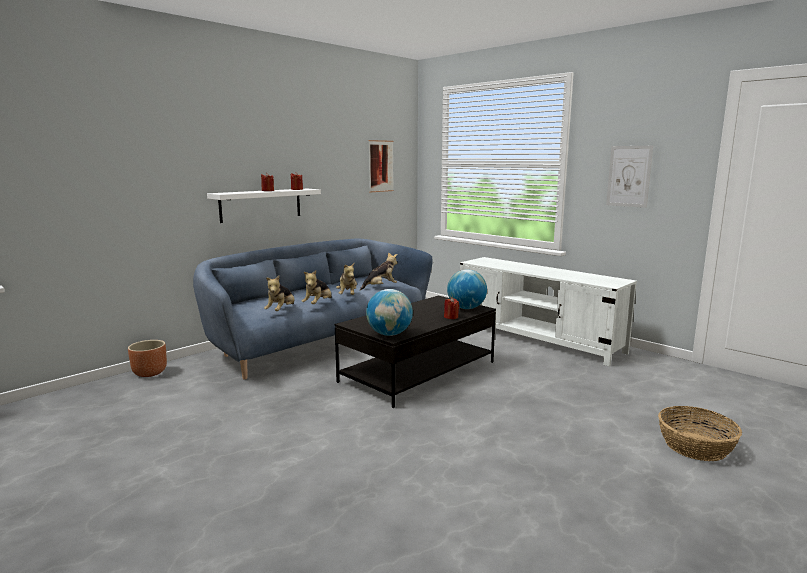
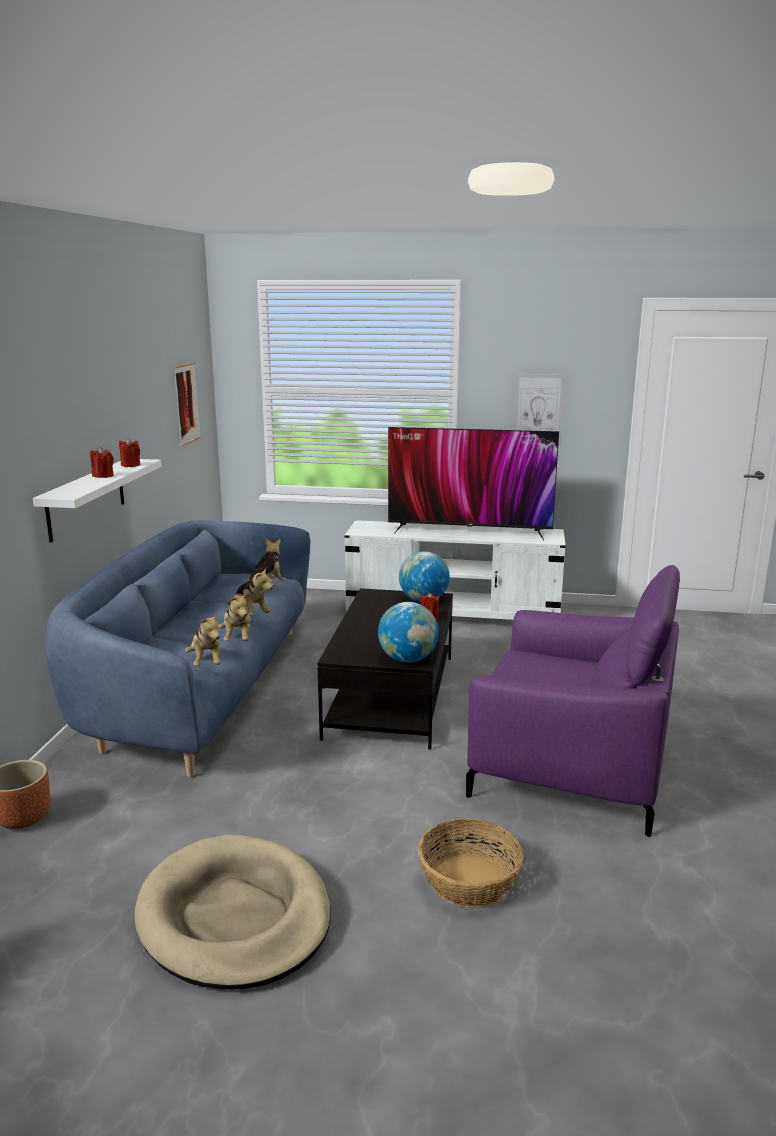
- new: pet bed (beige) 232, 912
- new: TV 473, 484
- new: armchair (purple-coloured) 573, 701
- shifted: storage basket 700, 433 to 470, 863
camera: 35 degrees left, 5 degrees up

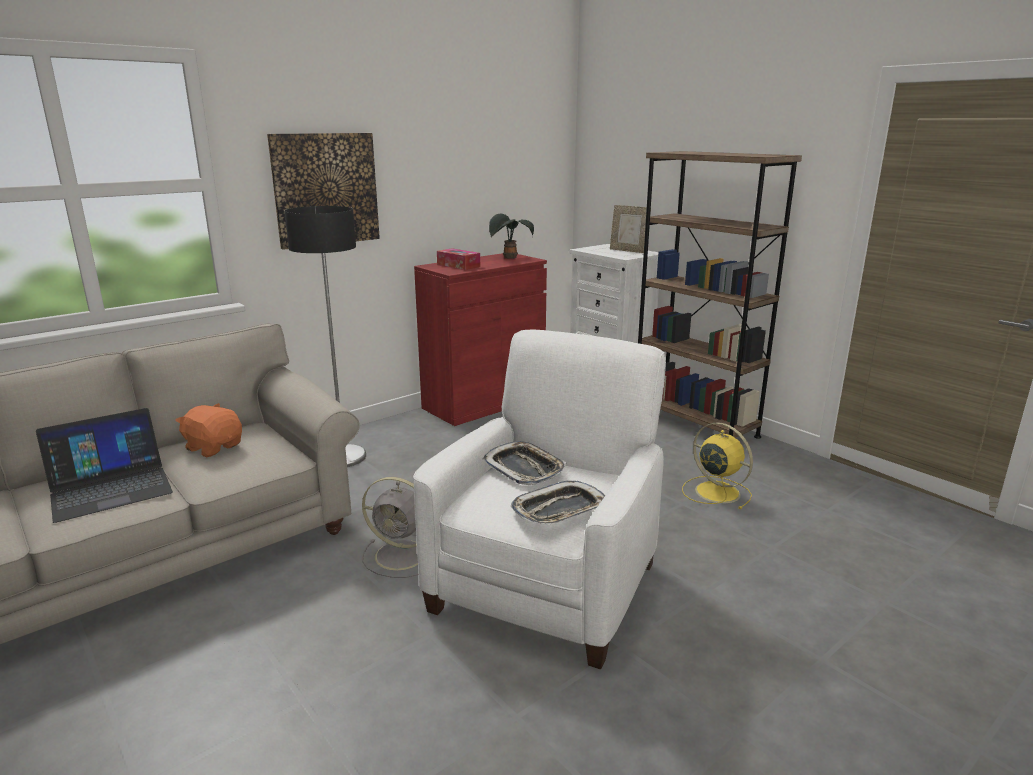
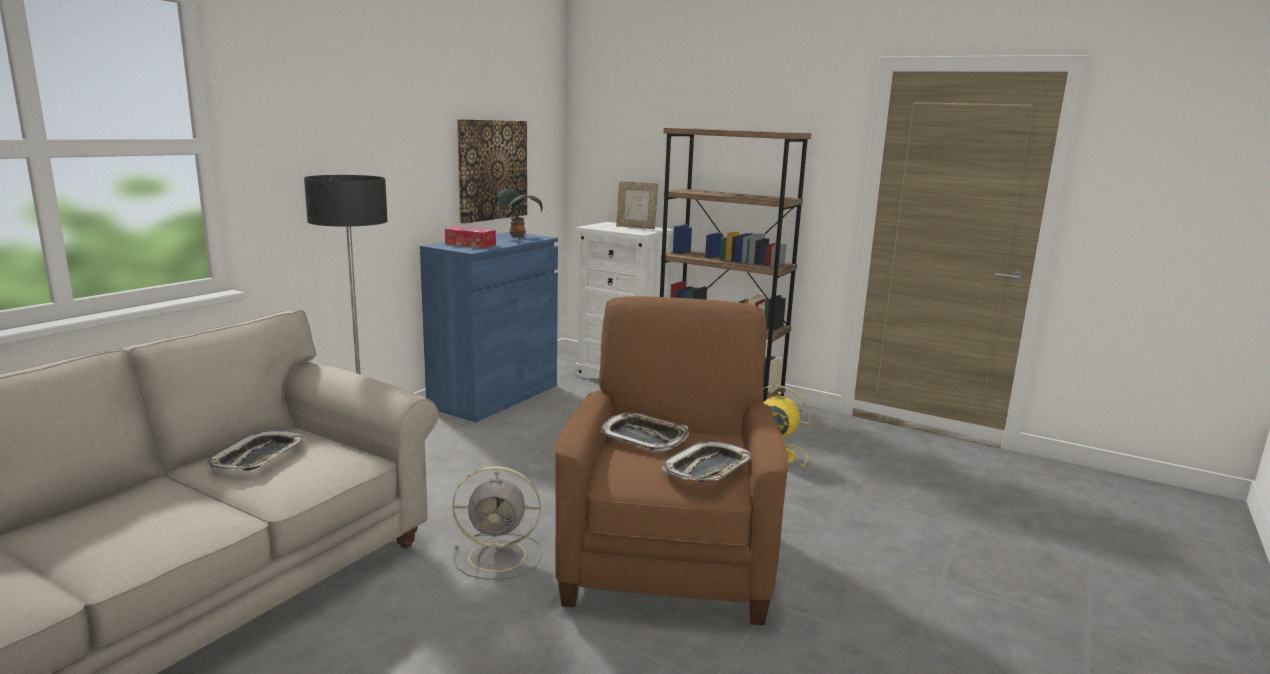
- gone: notebook computer 104, 465
- shifted: picture 323, 191 to 492, 171
- swapped: cuddly toy (orange) 208, 430 to carrying tray 256, 450
- repainted: armchair (whitish) 539, 499 to armchair (brownish) 671, 460
- repainted: cabinet (red-coloured) 480, 339 to cabinet (blue) 489, 327
camera: 20 degrees left, 5 degrees down

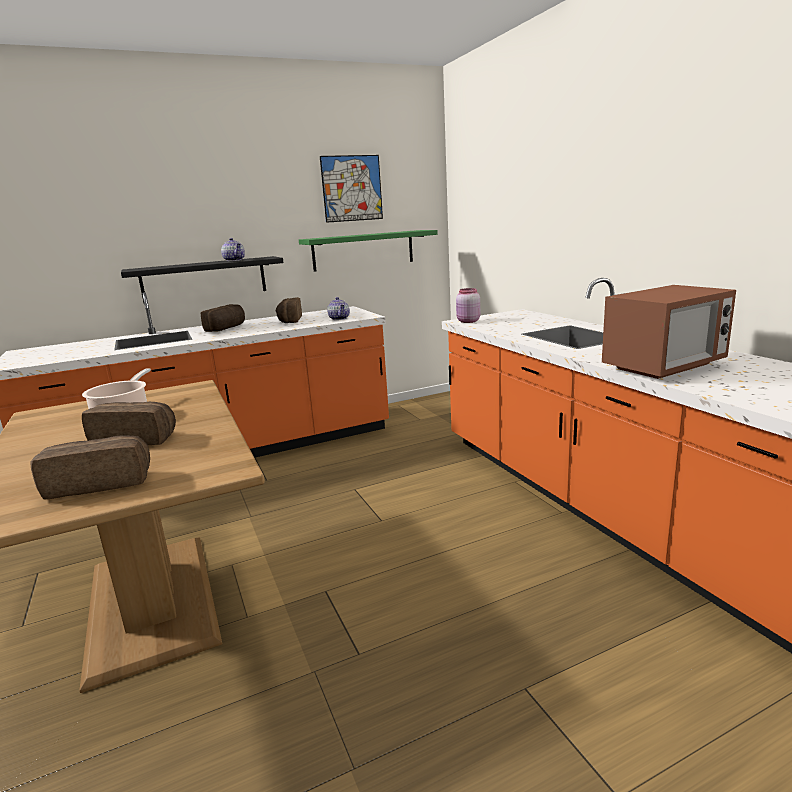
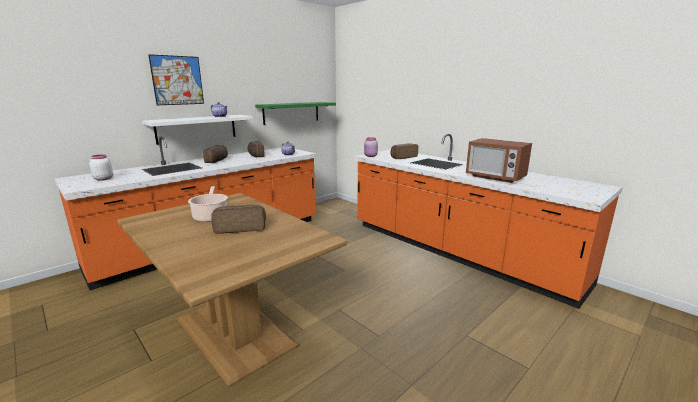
- new: jar (whitish) 101, 168
- shifted: baked bread 90, 467 to 404, 151
- shifted: picture 351, 189 to 176, 79
- repainted: shelf (black) 202, 279 to shelf (whitish) 197, 130
- rotated: microwave 669, 332 = 499, 160 90 degrees clockwise
camera: 20 degrees left, 0 degrees up

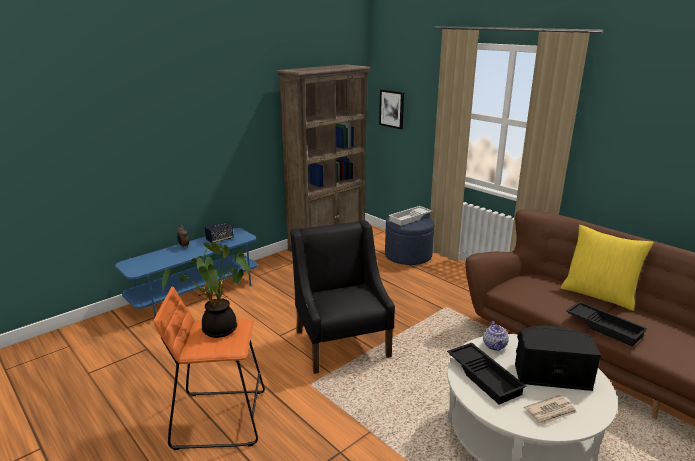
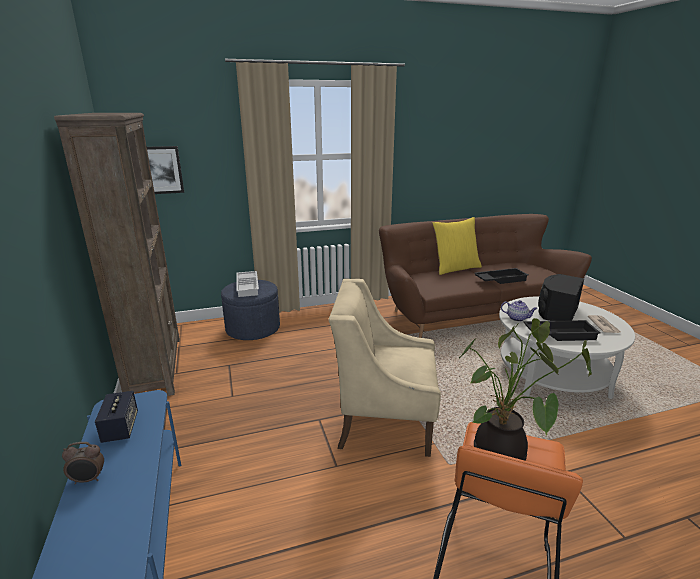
- repainted: armchair (black) 342, 297 to armchair (beige) 385, 368
camera: 65 degrees left, 0 degrees up

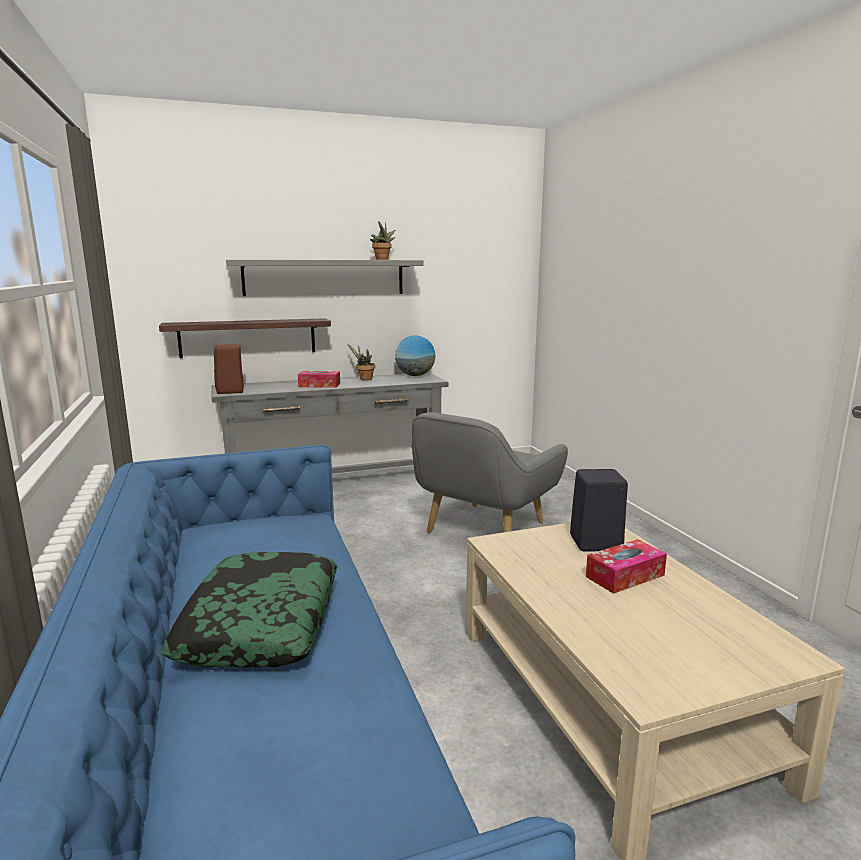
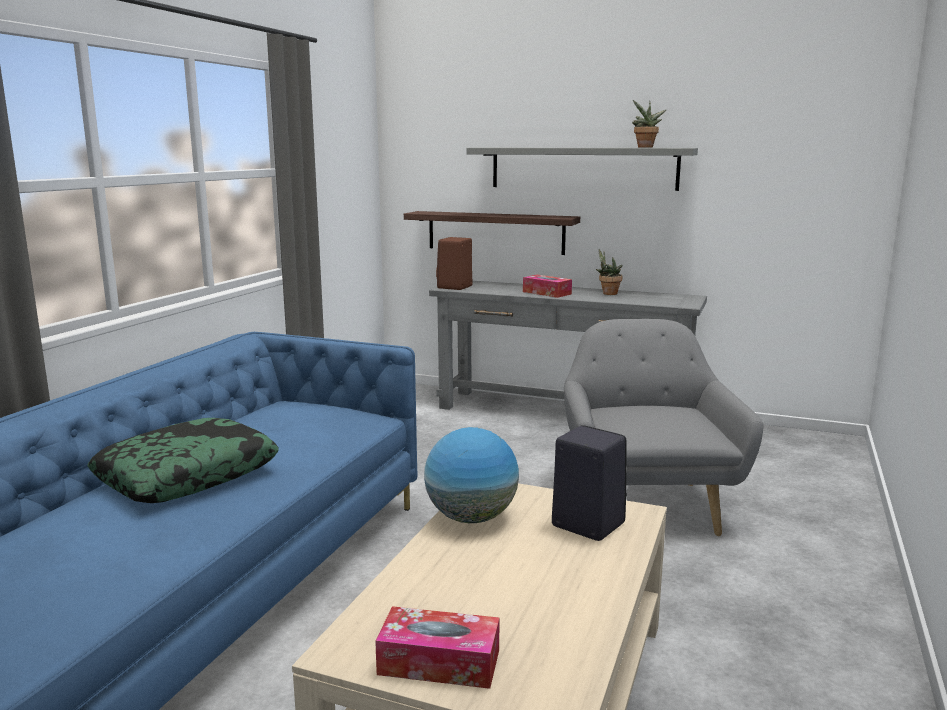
- shifted: globe 415, 355 to 471, 475
- shifted: tissue holder 626, 566 to 437, 647
- rotated: armchair (greyish) 489, 472 = 663, 427 105 degrees clockwise
camera: 40 degrees right, 0 degrees up

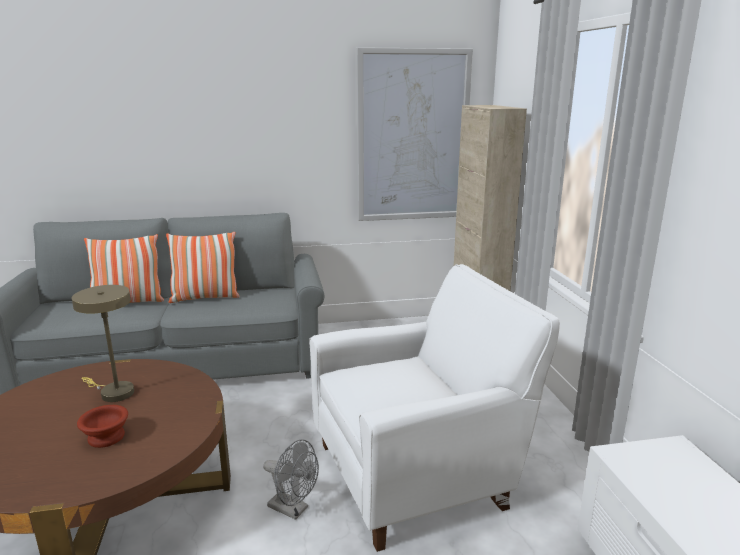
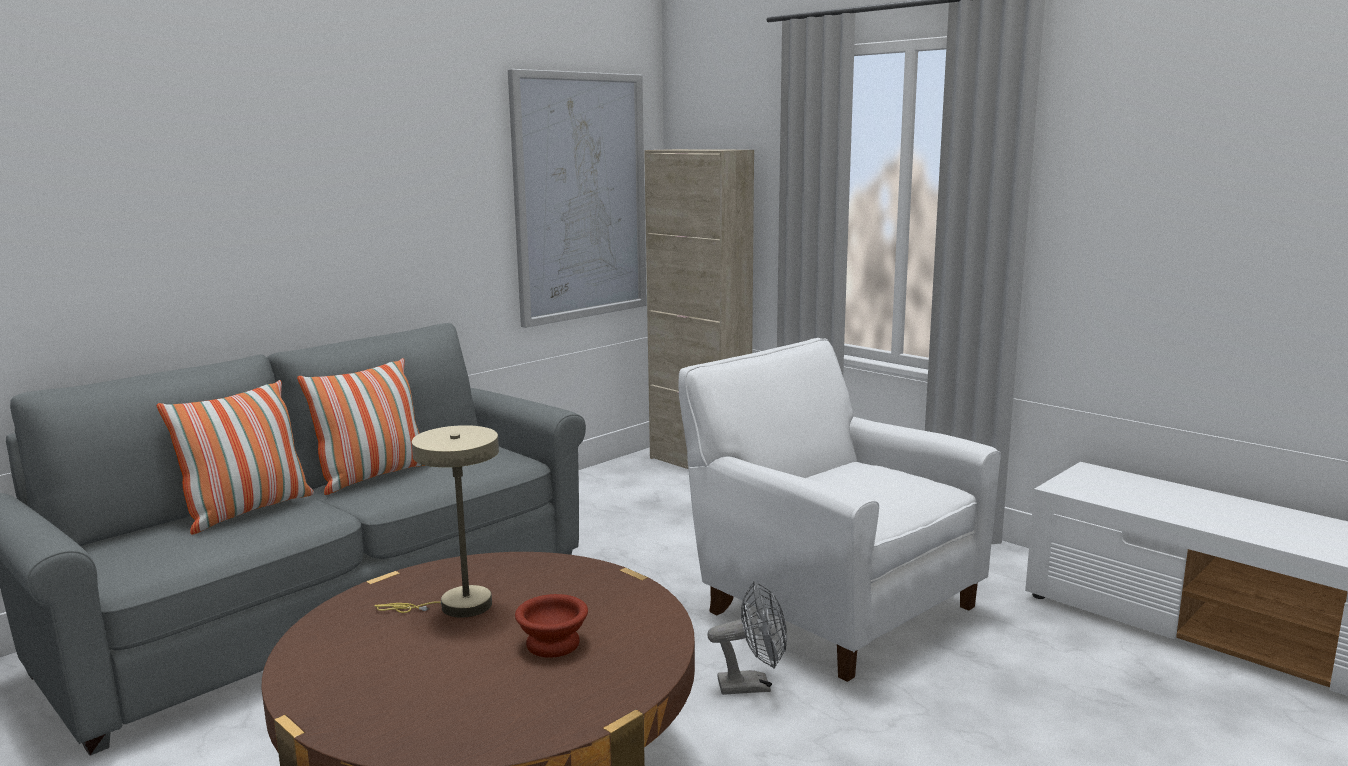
- rotated: armchair (whitish) 434, 408 = 839, 510 75 degrees counterclockwise
camera: 35 degrees left, 5 degrees down

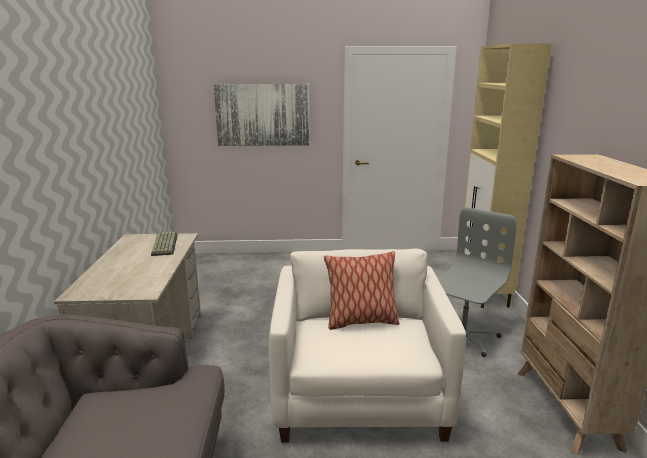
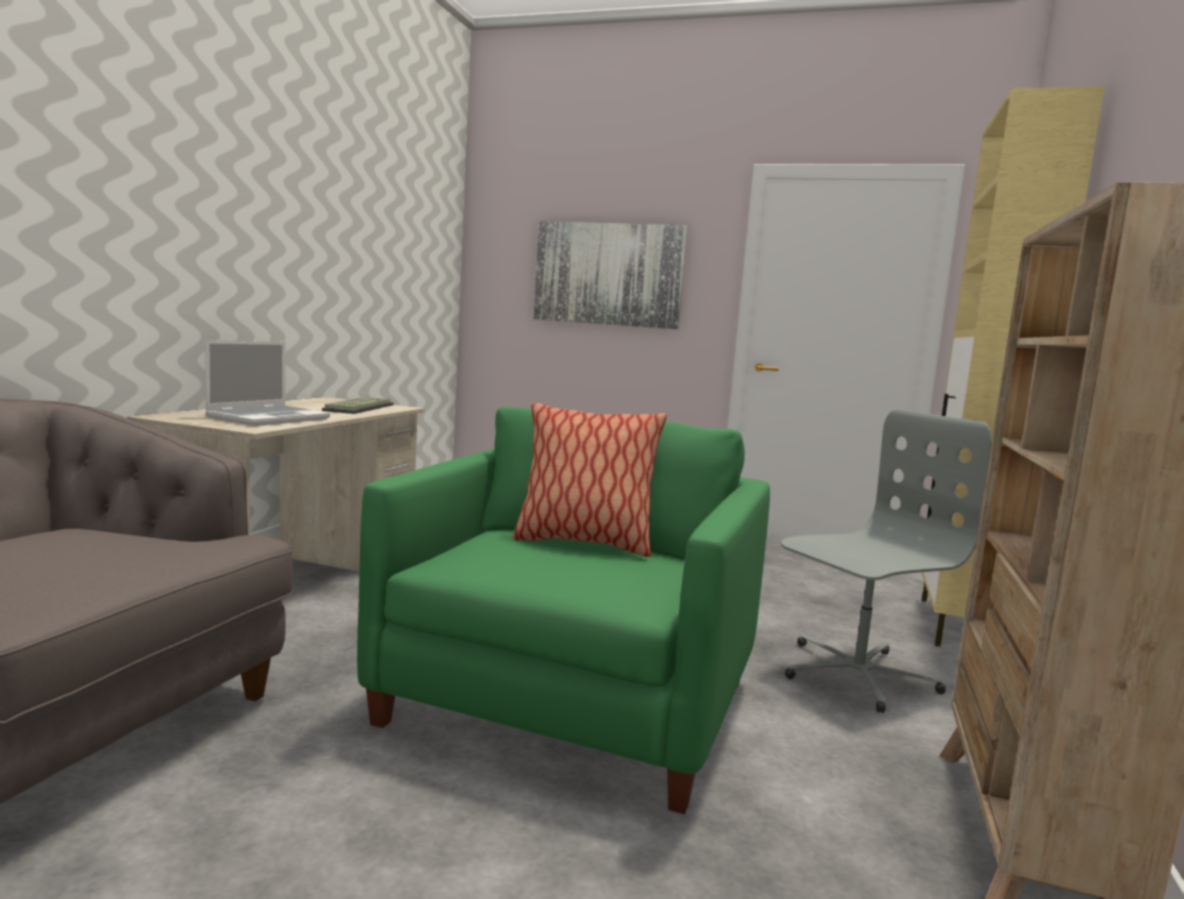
- new: notebook computer 267, 383
- repainted: armchair (whitish) 367, 345 to armchair (green-coloured) 563, 611
camera: 20 degrees right, 10 degrees down

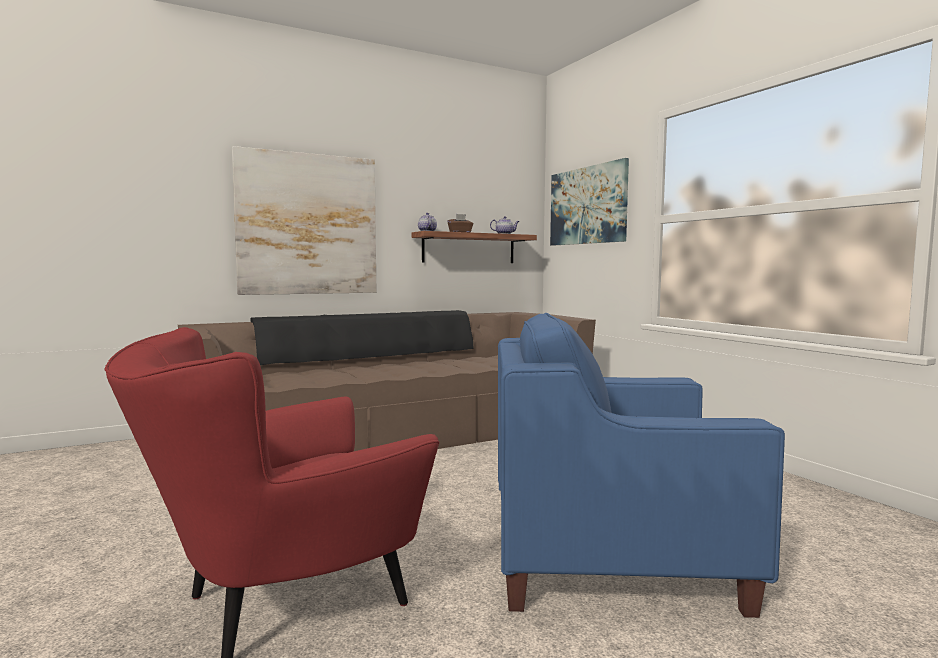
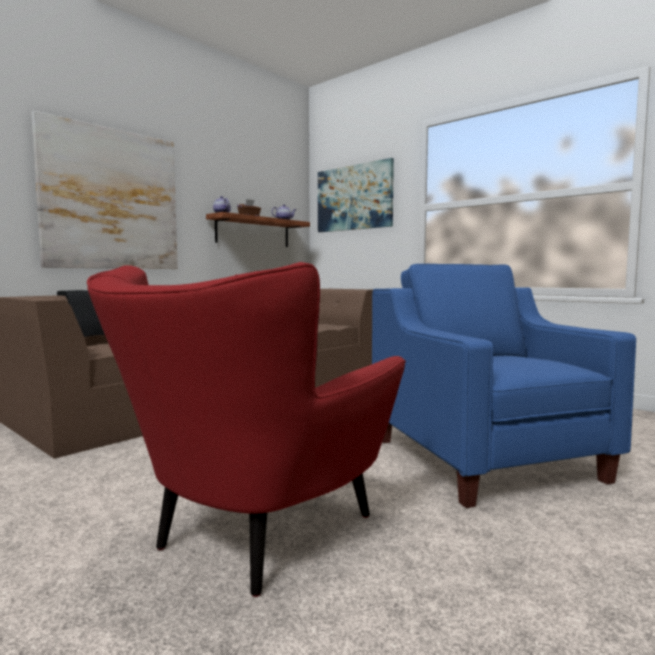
- rotated: armchair (blue) 641, 465 = 504, 386 90 degrees clockwise
camera: 20 degrees left, 0 degrees up

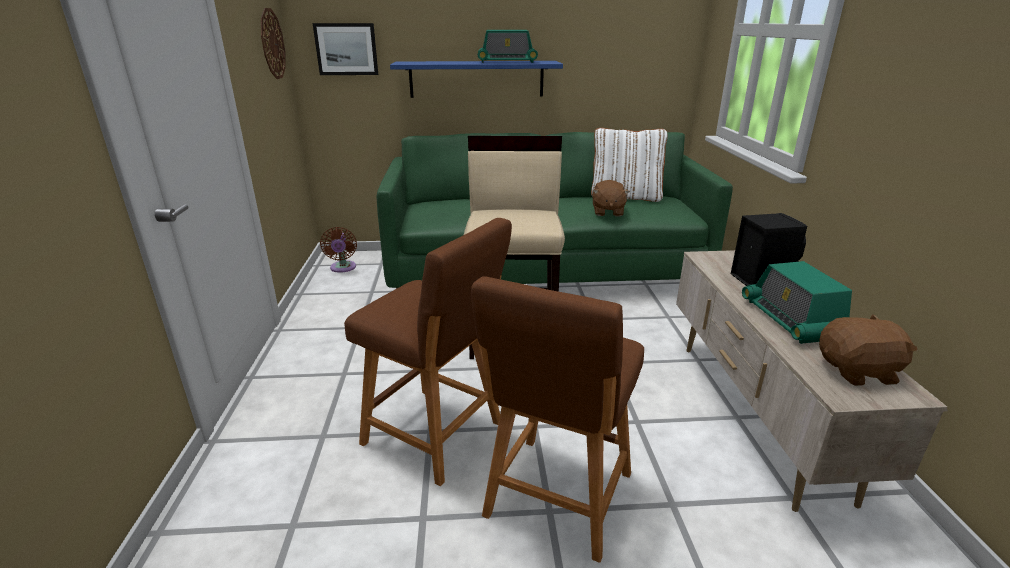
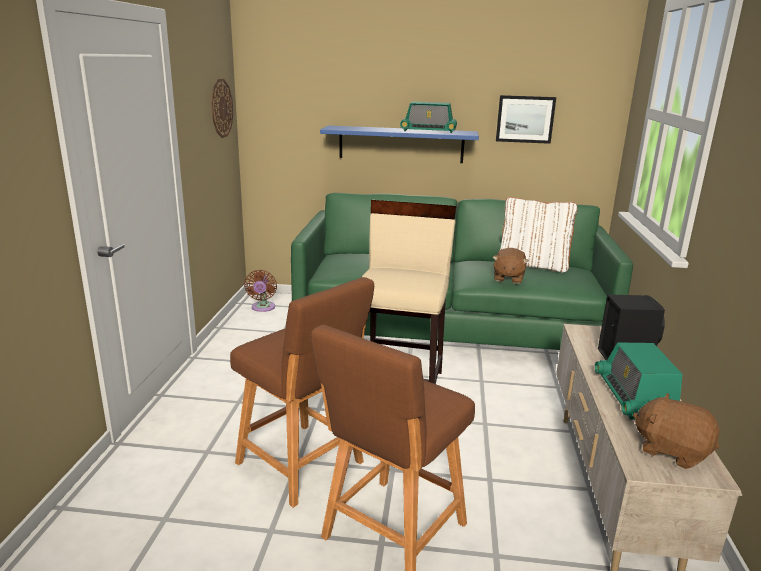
- shifted: picture 345, 49 to 526, 119
- rotated: cuddly toy (brownish) 868, 350 = 676, 431 150 degrees counterclockwise
camera: 10 degrees right, 5 degrees down

